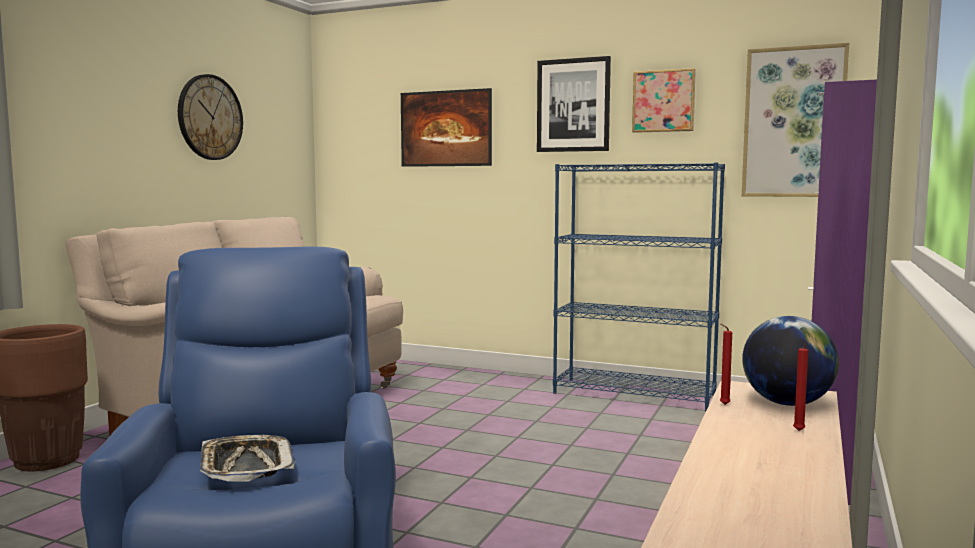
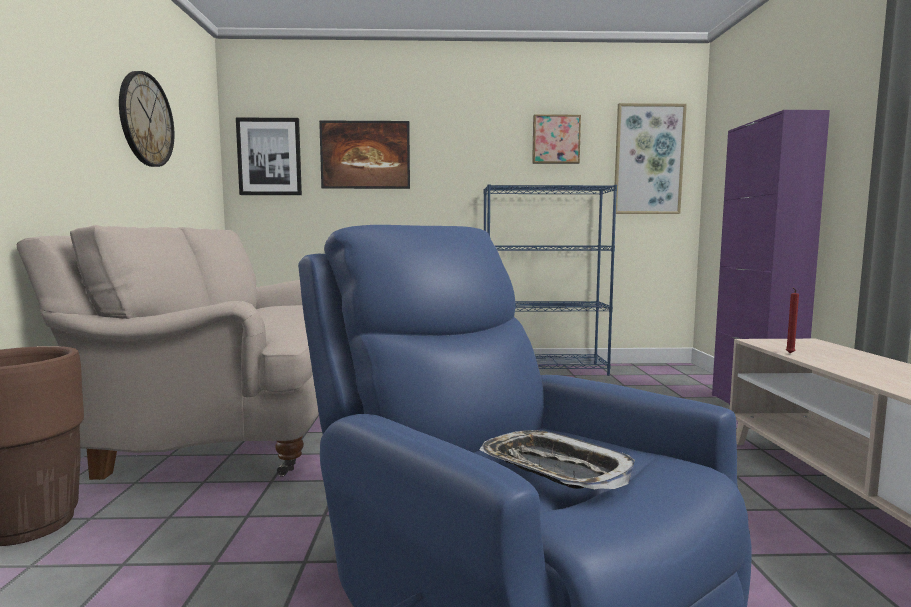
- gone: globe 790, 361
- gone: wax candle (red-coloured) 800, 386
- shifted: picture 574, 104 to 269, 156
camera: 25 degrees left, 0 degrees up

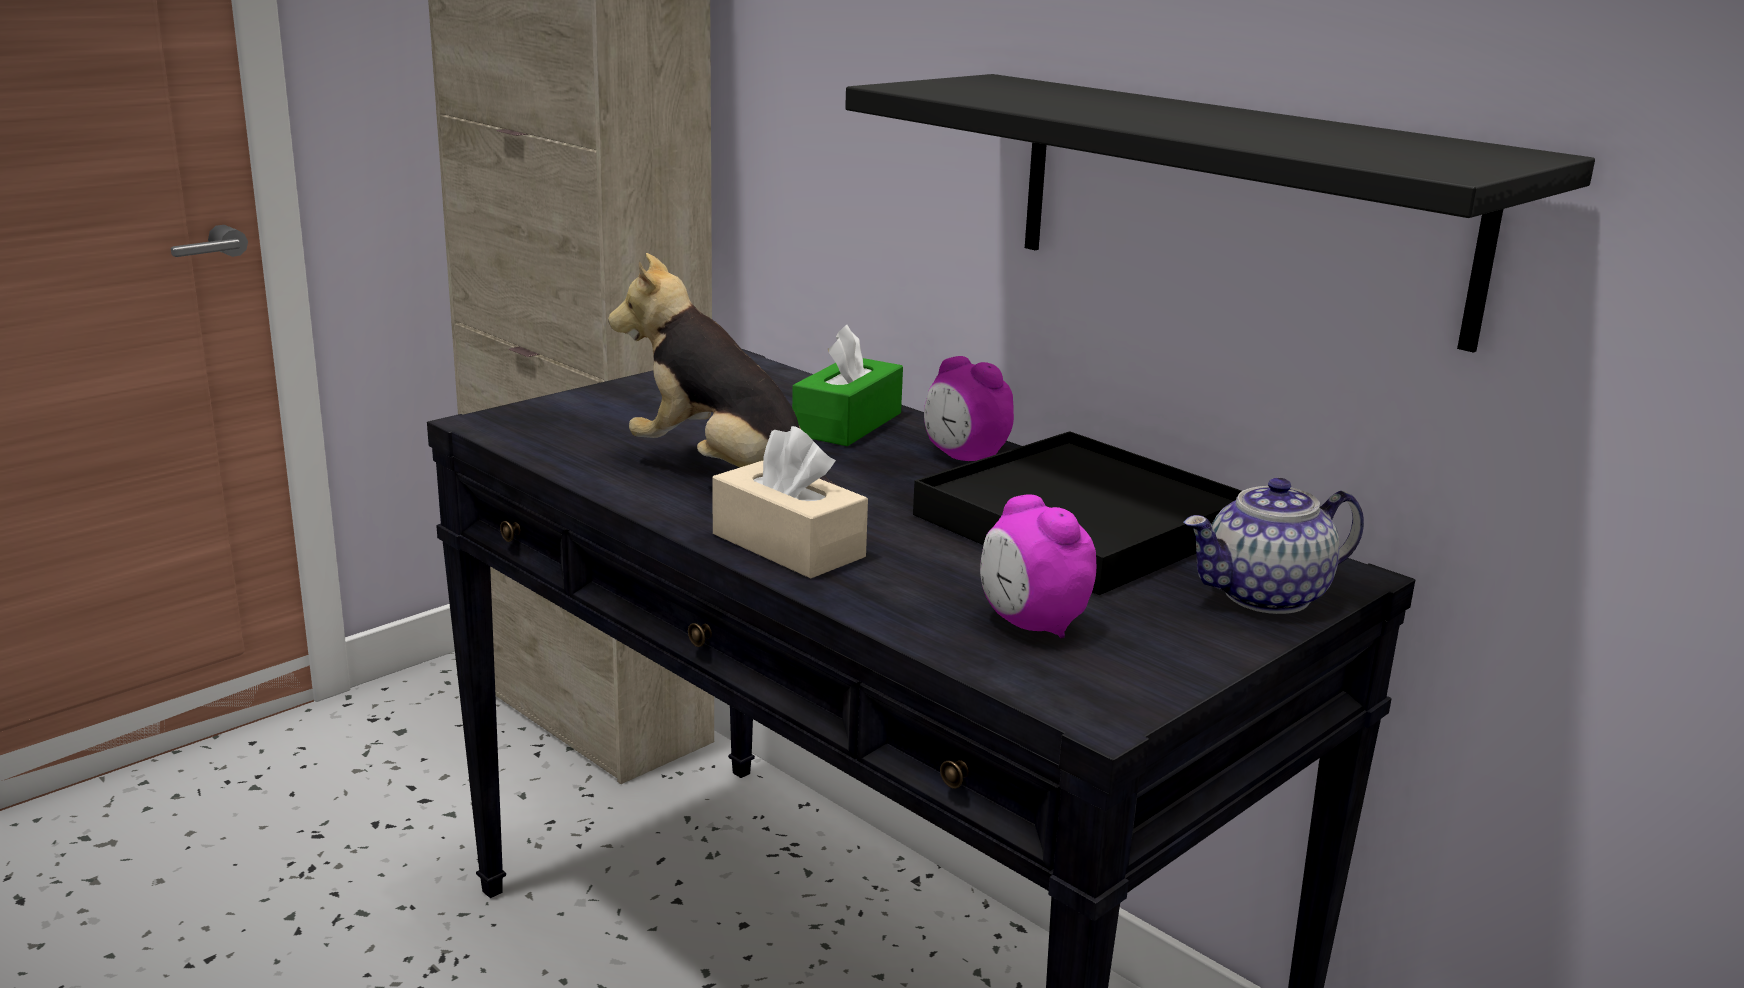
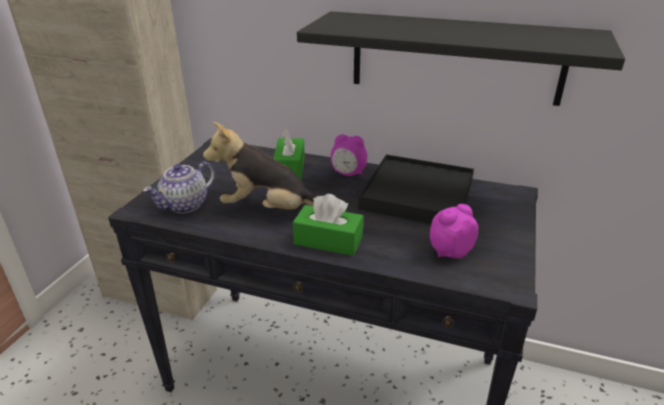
- shifted: tea pot 1274, 546 to 179, 187
- repainted: tissue holder (beige) 790, 502 to tissue holder (green-coloured) 328, 225
- rotated: table clock 1038, 566 = 454, 231 120 degrees clockwise
camera: 25 degrees left, 10 degrees up

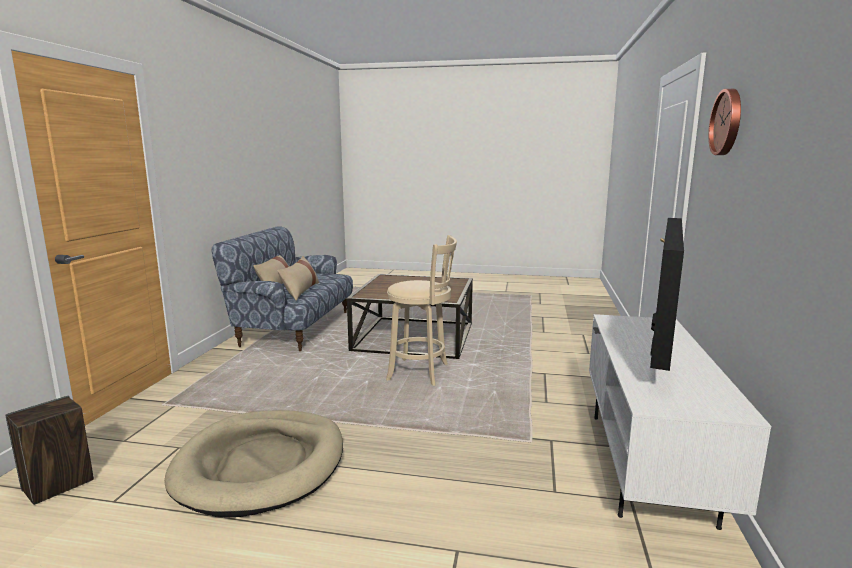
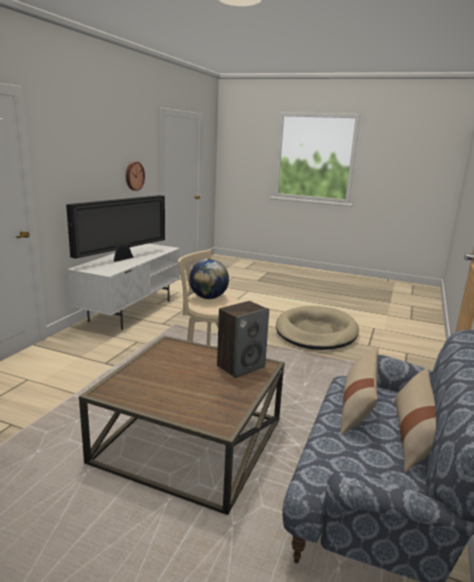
- new: globe 209, 279
- shifted: audio speaker 49, 450 to 243, 339
- shifted: clock on the wall 724, 122 to 135, 176
camera: 170 degrees left, 5 degrees up

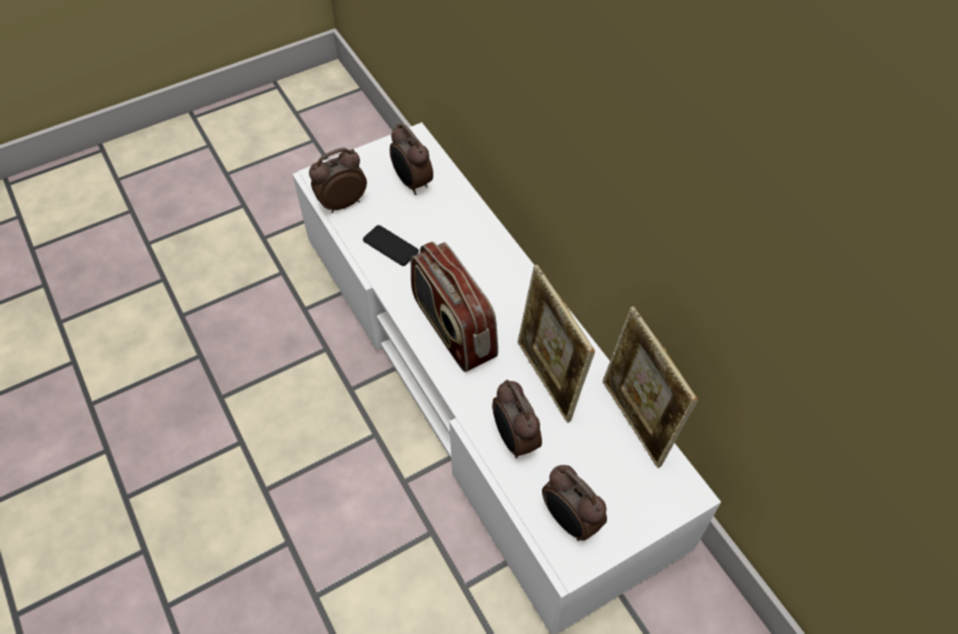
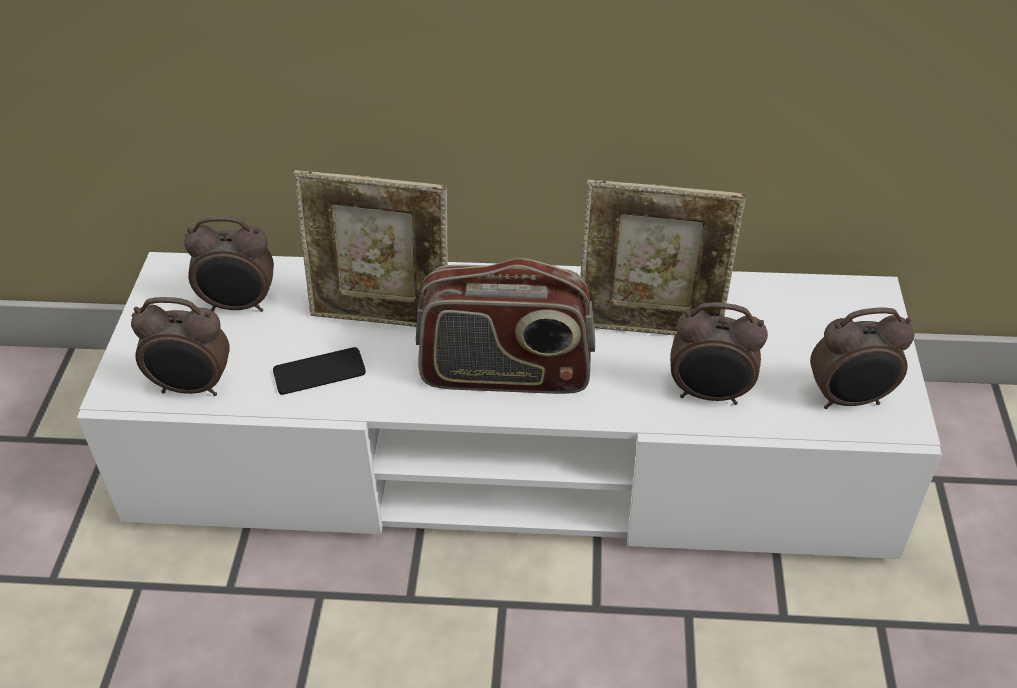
- shifted: standing frame 650, 387 to 370, 248
- rotated: table clock 338, 180 = 180, 346 90 degrees counterclockwise
camera: 55 degrees left, 10 degrees down

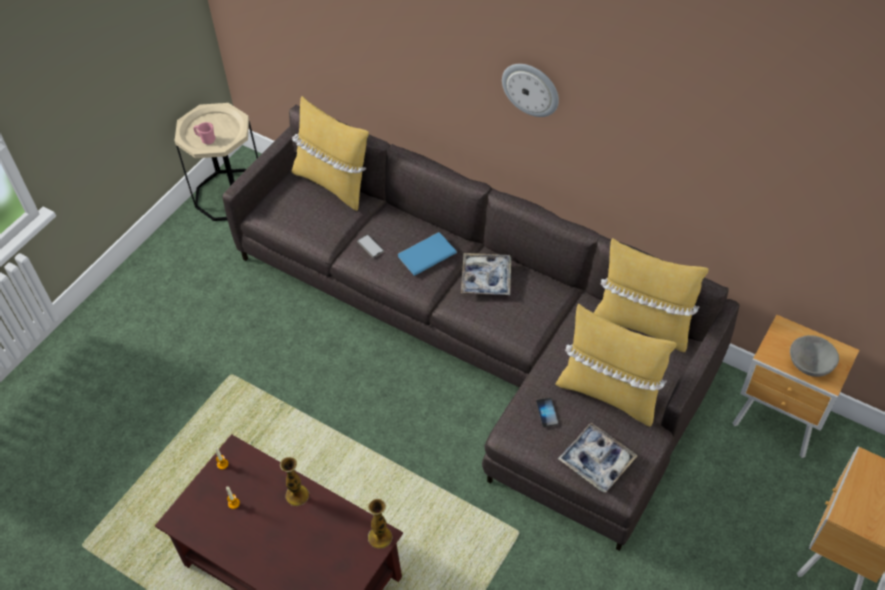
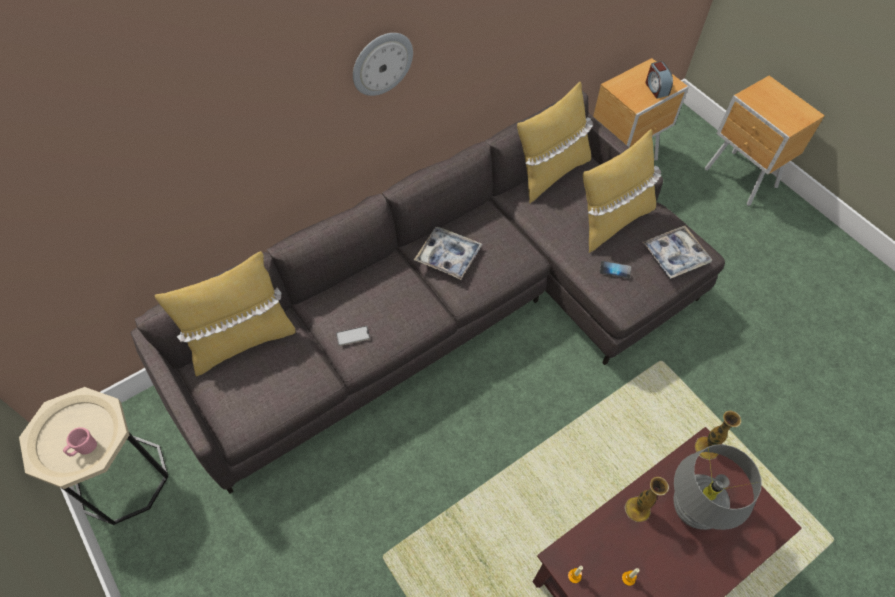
- gone: volume (blue) 427, 254
- new: table lamp (greyish) 717, 487
- swapped: bowl (greyish) 814, 356 to table clock 659, 80
camera: 70 degrees left, 5 degrees up

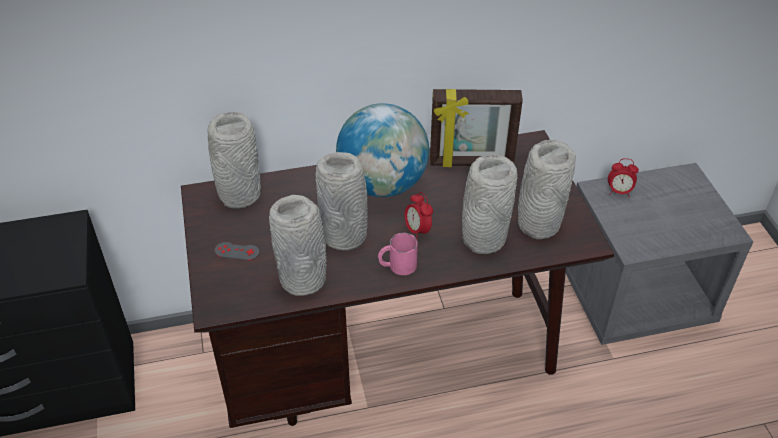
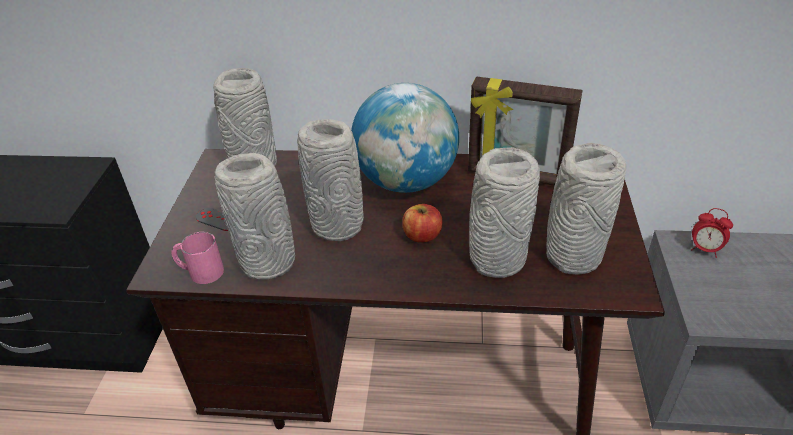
- shifted: coffee mug (pink-coloured) 398, 254 to 197, 258
- swapped: table clock 419, 216 to apple fruit 422, 223
camera: 20 degrees right, 5 degrees down

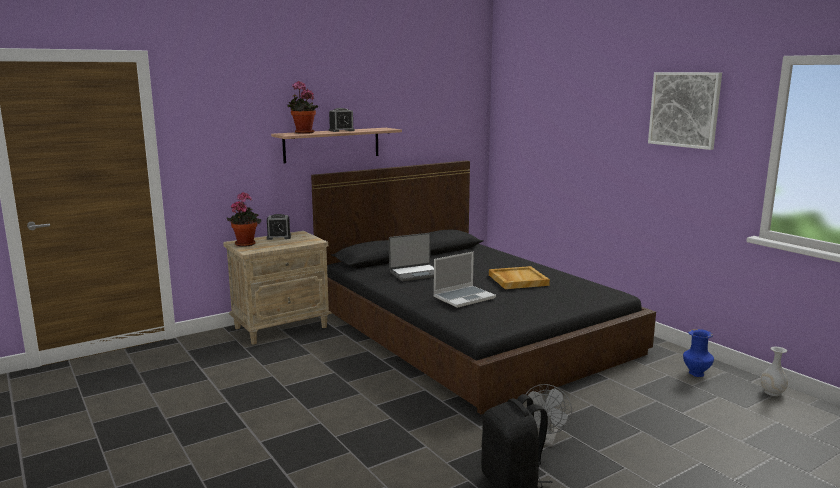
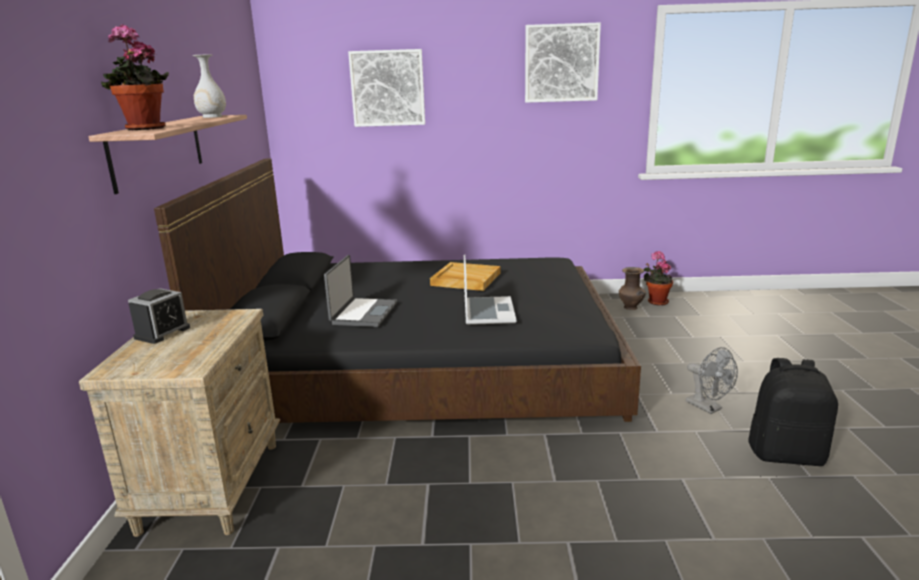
- gone: table clock 342, 120
- new: picture 386, 88
- shifted: houseplant 244, 219 to 658, 278
- shifted: vase (whitish) 774, 371 to 209, 86
- repainted: vase (blue) 698, 353 to vase (brownish) 632, 288
camera: 55 degrees left, 5 degrees up

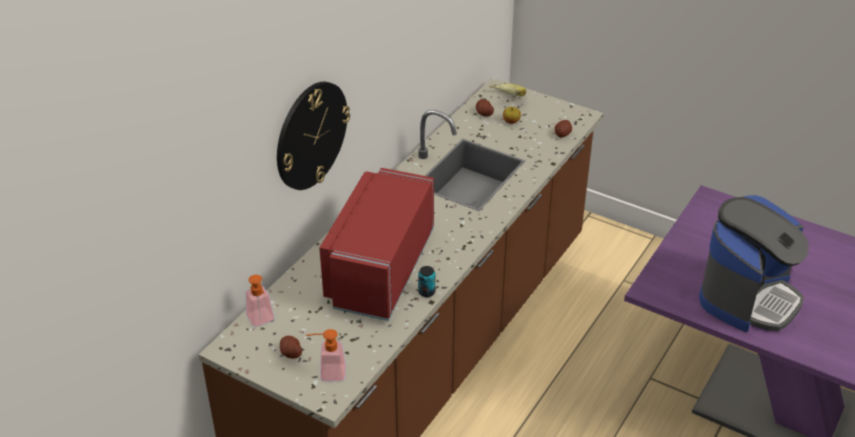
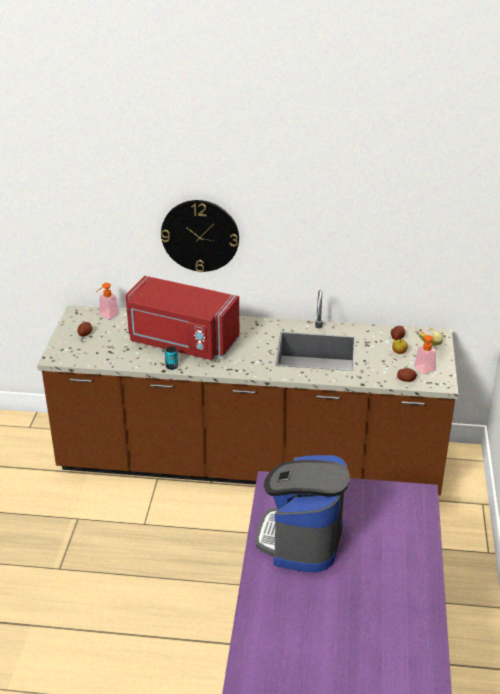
- shifted: liquid soap bottle 326, 355 to 425, 352
- rotated: microwave (red-coloured) 376, 244 = 183, 318 150 degrees counterclockwise
- rotated: coffee brewer 754, 263 = 303, 514 90 degrees clockwise
camera: 65 degrees right, 5 degrees down

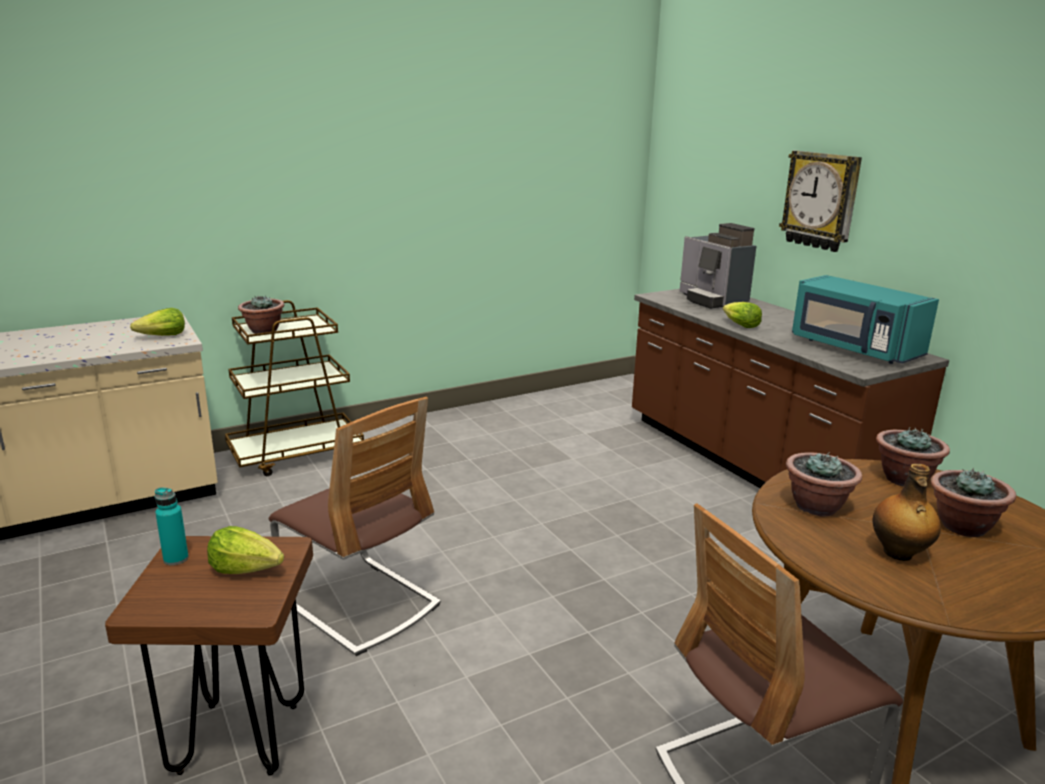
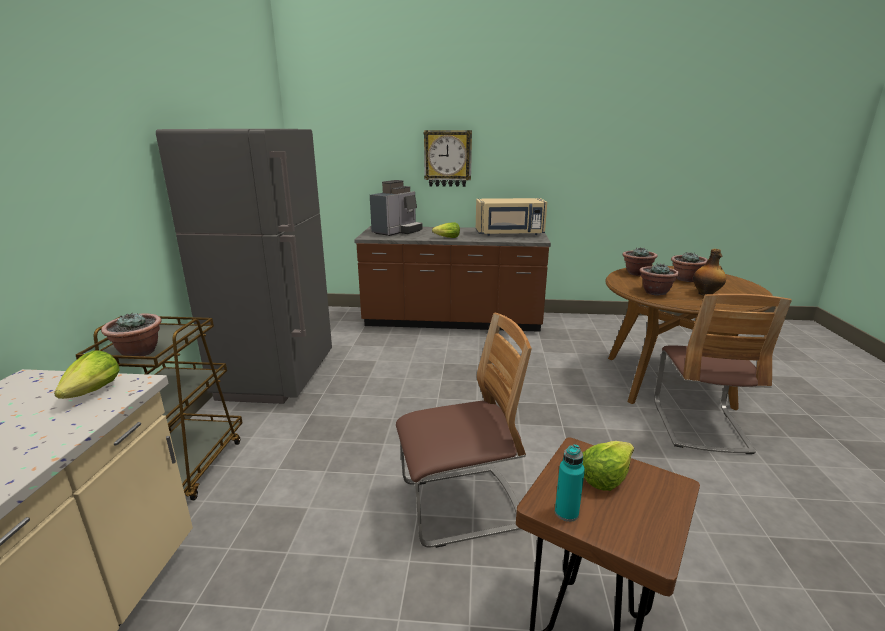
- new: refrigerator (greyish) 244, 266
- repainted: microwave (turquoise-coloured) 865, 319 to microwave (beige) 511, 217
- rotated: coffee brewer 718, 266 = 396, 208 60 degrees counterclockwise
camera: 55 degrees left, 0 degrees up

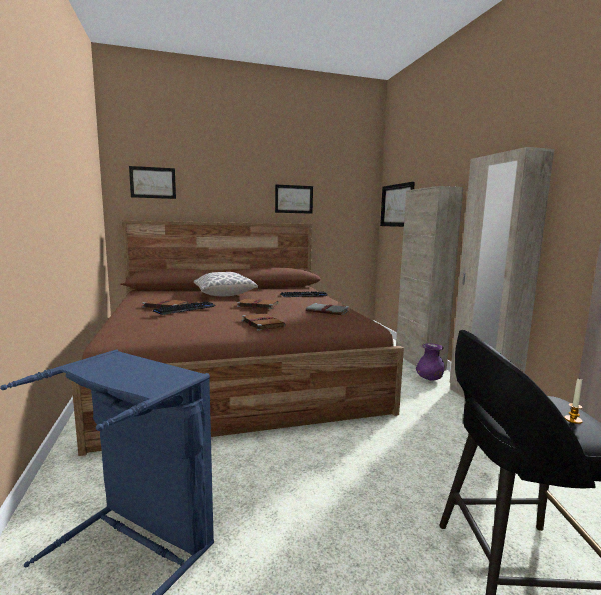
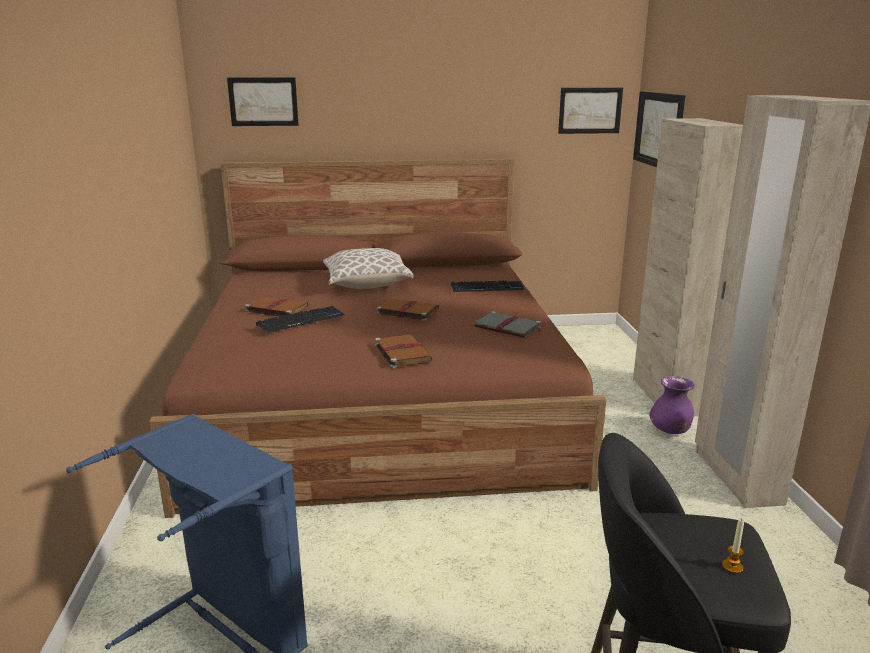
- shifted: picture 294, 199 to 590, 111
camera: 10 degrees right, 10 degrees up

